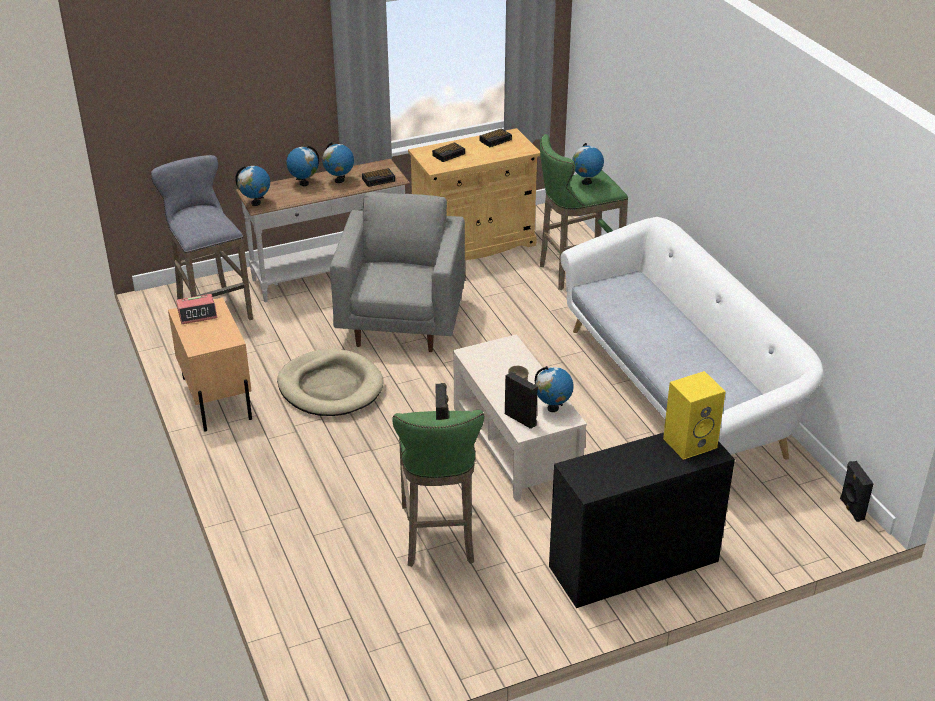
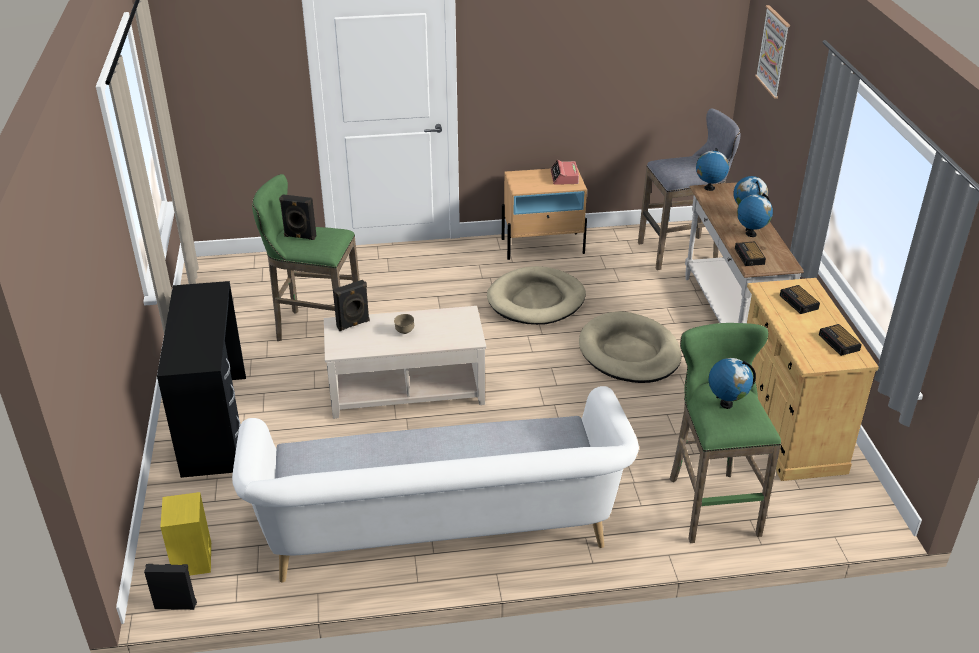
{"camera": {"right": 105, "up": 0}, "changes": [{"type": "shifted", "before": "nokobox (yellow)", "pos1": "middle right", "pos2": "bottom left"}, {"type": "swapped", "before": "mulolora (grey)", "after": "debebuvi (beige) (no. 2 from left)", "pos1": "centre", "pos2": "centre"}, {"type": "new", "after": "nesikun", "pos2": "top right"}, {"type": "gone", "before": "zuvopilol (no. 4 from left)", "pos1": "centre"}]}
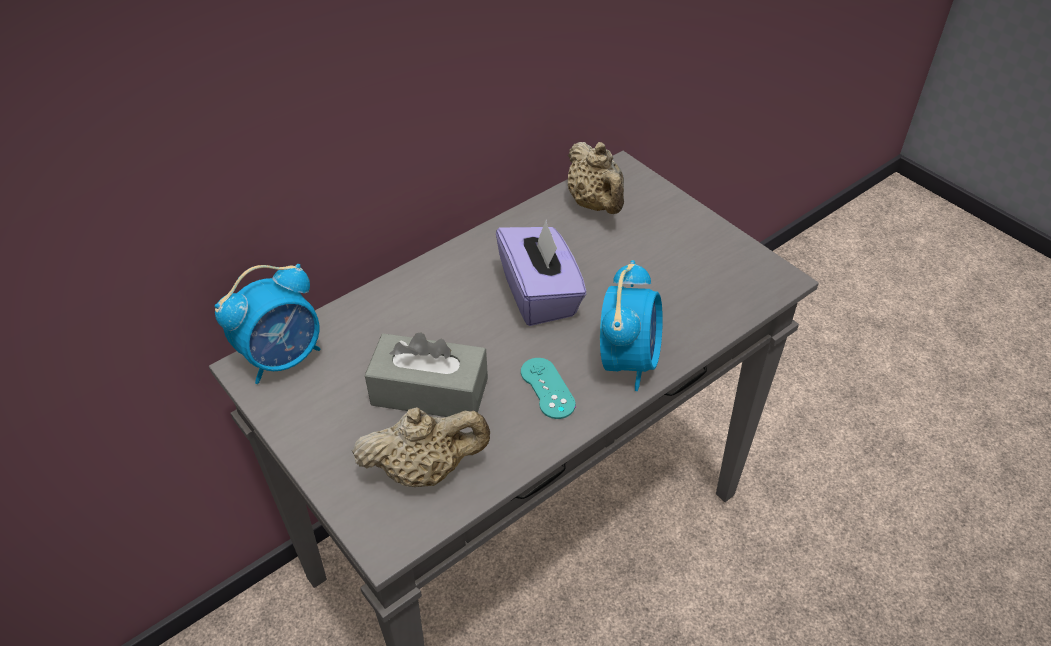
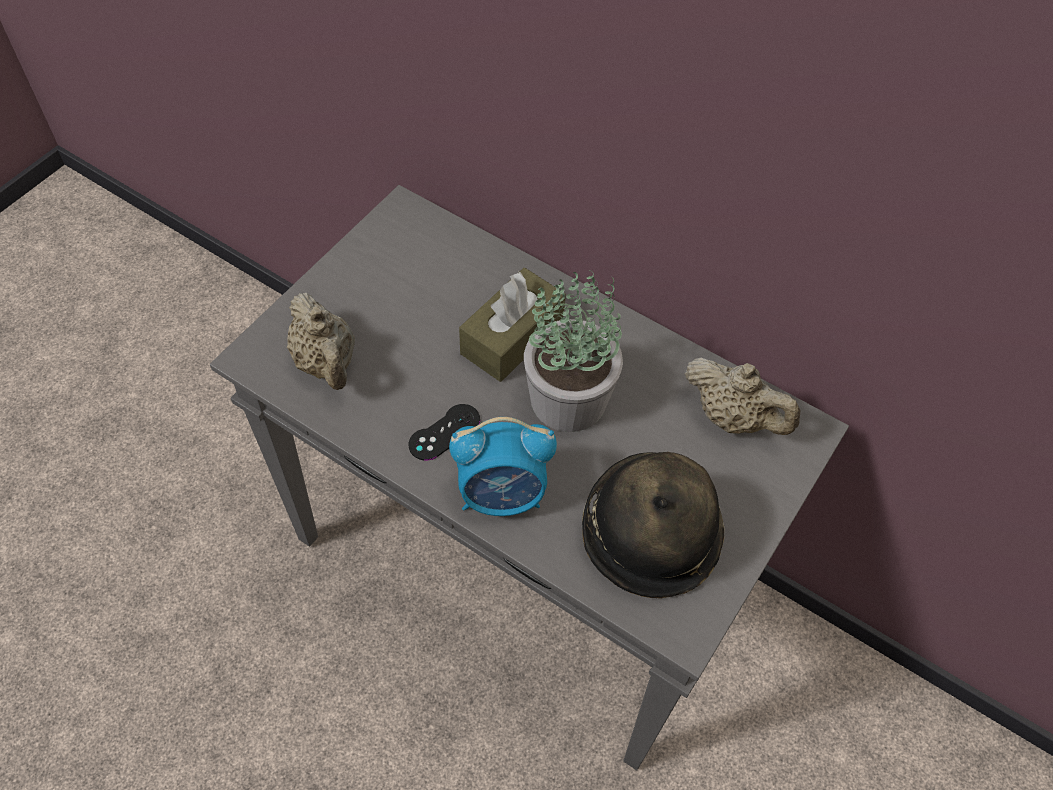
{"camera": {"right": 70, "up": 10}, "changes": [{"type": "repainted", "before": "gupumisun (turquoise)", "after": "gupumisun (black)", "pos1": "centre", "pos2": "centre"}, {"type": "new", "after": "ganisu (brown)", "pos2": "centre"}, {"type": "swapped", "before": "ganisu (purple)", "after": "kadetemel", "pos1": "centre", "pos2": "centre"}, {"type": "new", "after": "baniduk", "pos2": "centre"}, {"type": "rotated", "before": "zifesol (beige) (no. 2 from left)", "pos1": "top centre", "pos2": "middle right", "turn": -105}, {"type": "gone", "before": "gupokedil (no. 1 from left)", "pos1": "middle left"}, {"type": "gone", "before": "ganisu (grey)", "pos1": "centre"}]}
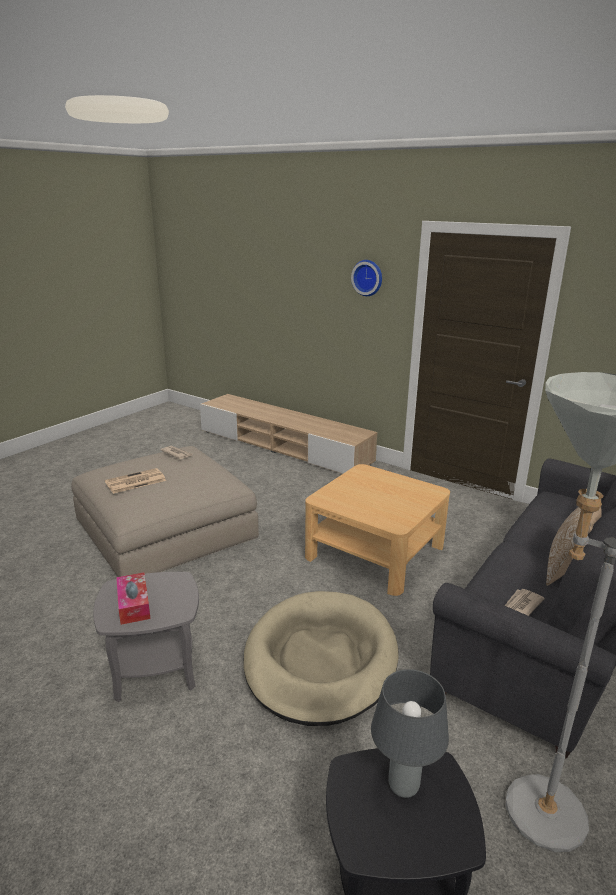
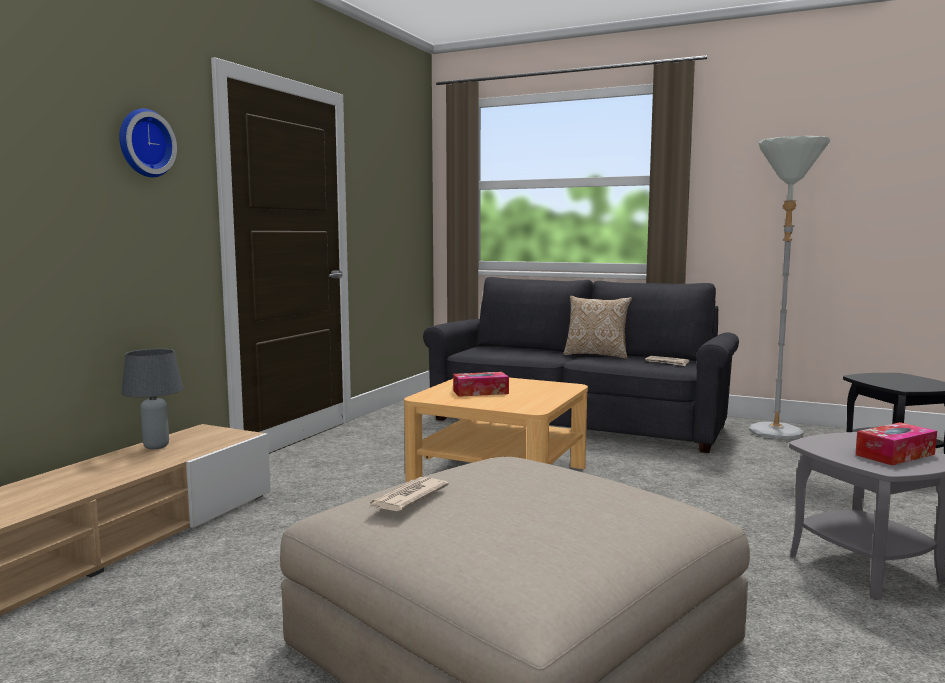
{"camera": {"right": -100, "up": -15}, "changes": [{"type": "shifted", "before": "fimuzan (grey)", "pos1": "bottom centre", "pos2": "middle left"}, {"type": "new", "after": "ganisu (no. 1 from left)", "pos2": "centre"}, {"type": "gone", "before": "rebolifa (no. 1 from left)", "pos1": "middle left"}, {"type": "gone", "before": "debebuvi (beige)", "pos1": "bottom centre"}]}
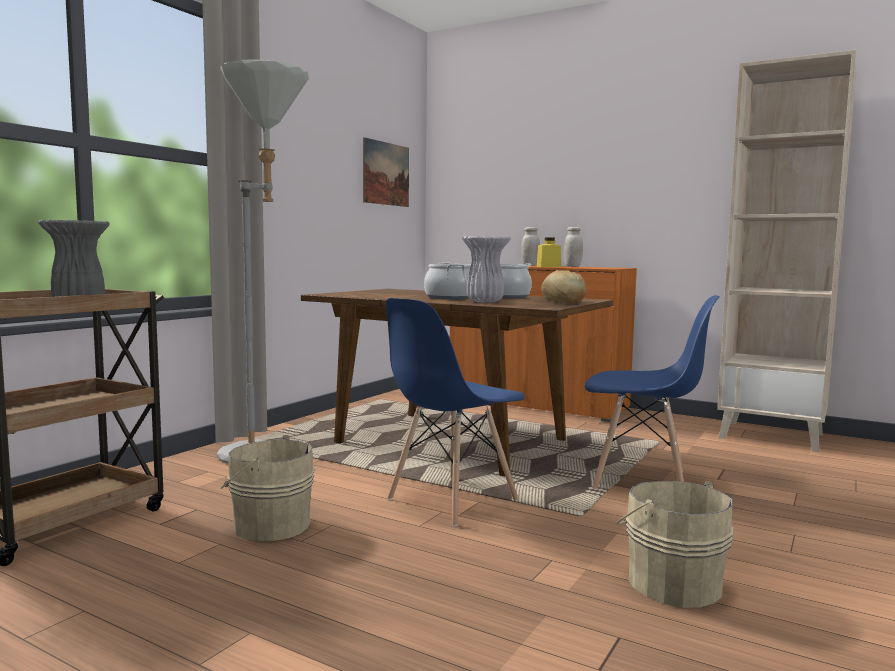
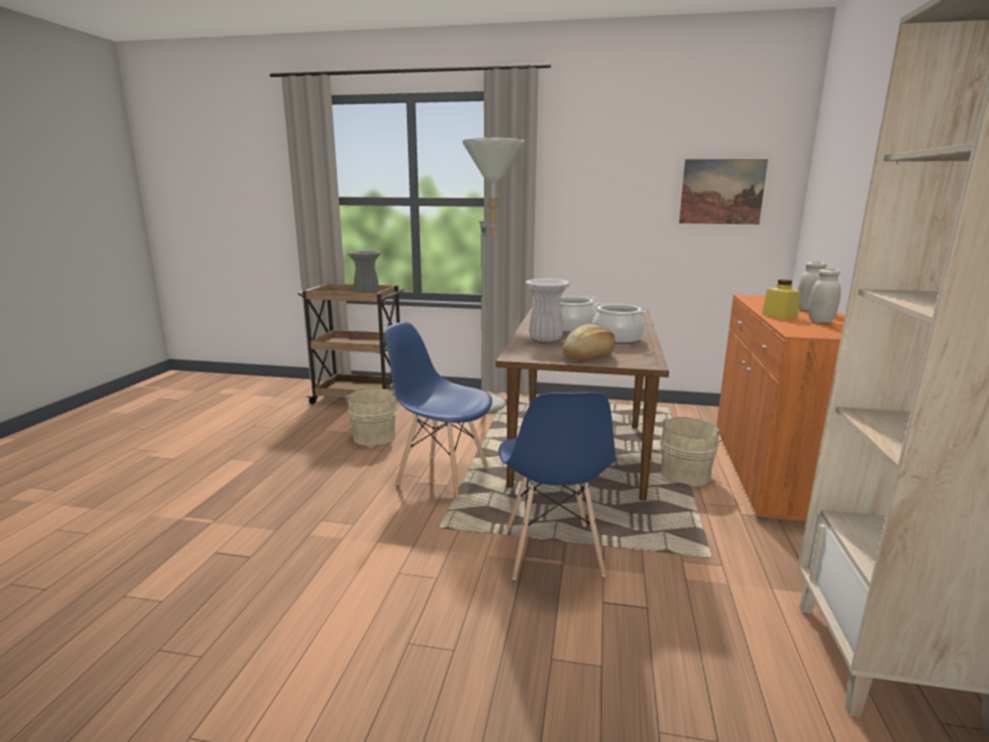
{"camera": {"right": 70, "up": 10}, "changes": [{"type": "shifted", "before": "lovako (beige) (no. 2 from left)", "pos1": "bottom right", "pos2": "middle right"}]}
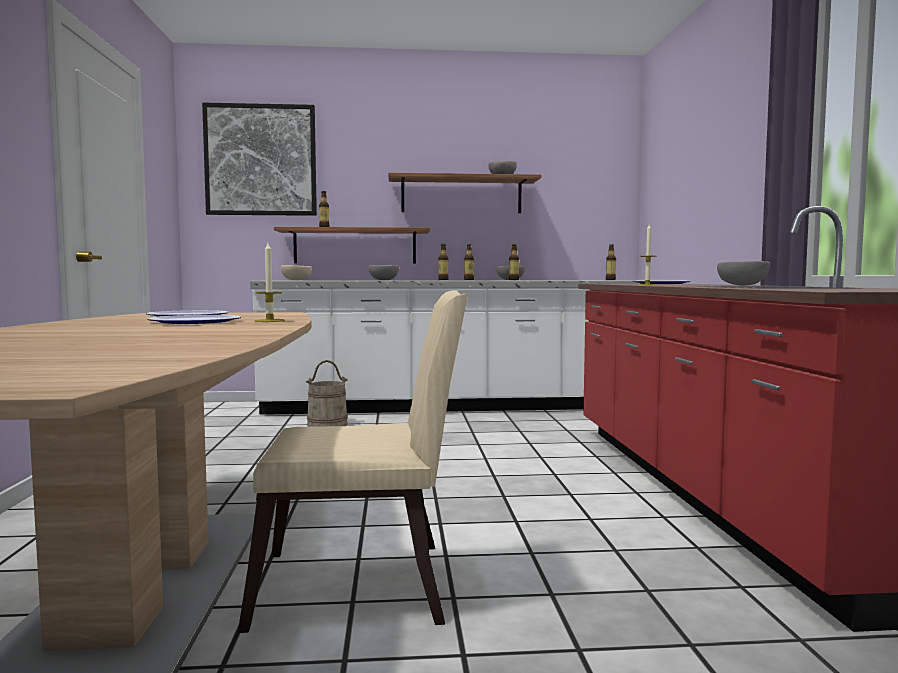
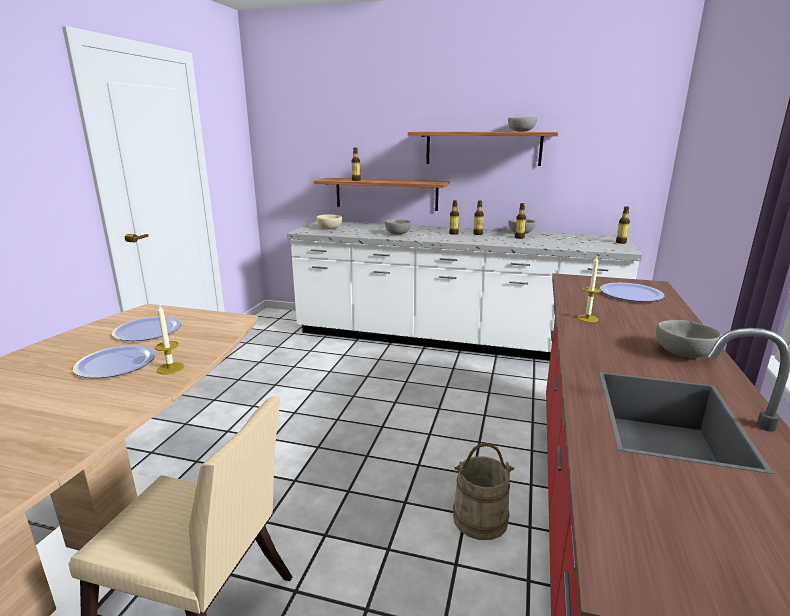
{"camera": {"right": 20, "up": 15}, "changes": [{"type": "shifted", "before": "lovako (beige)", "pos1": "centre", "pos2": "bottom centre"}, {"type": "gone", "before": "nesikun", "pos1": "top left"}]}
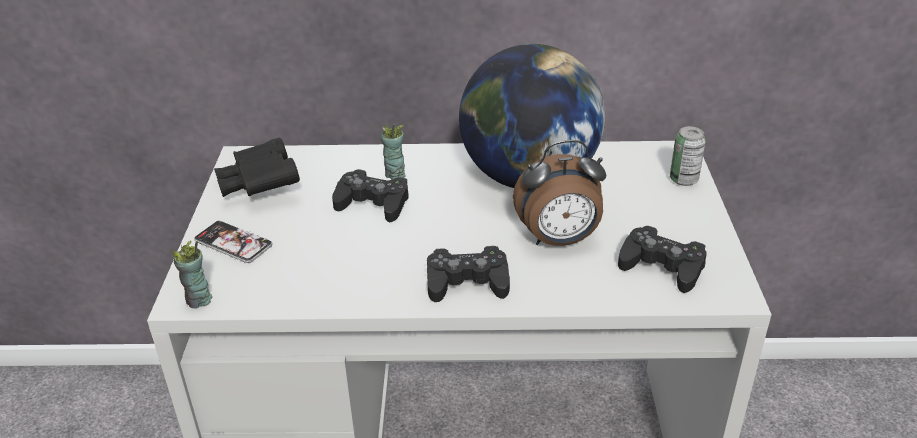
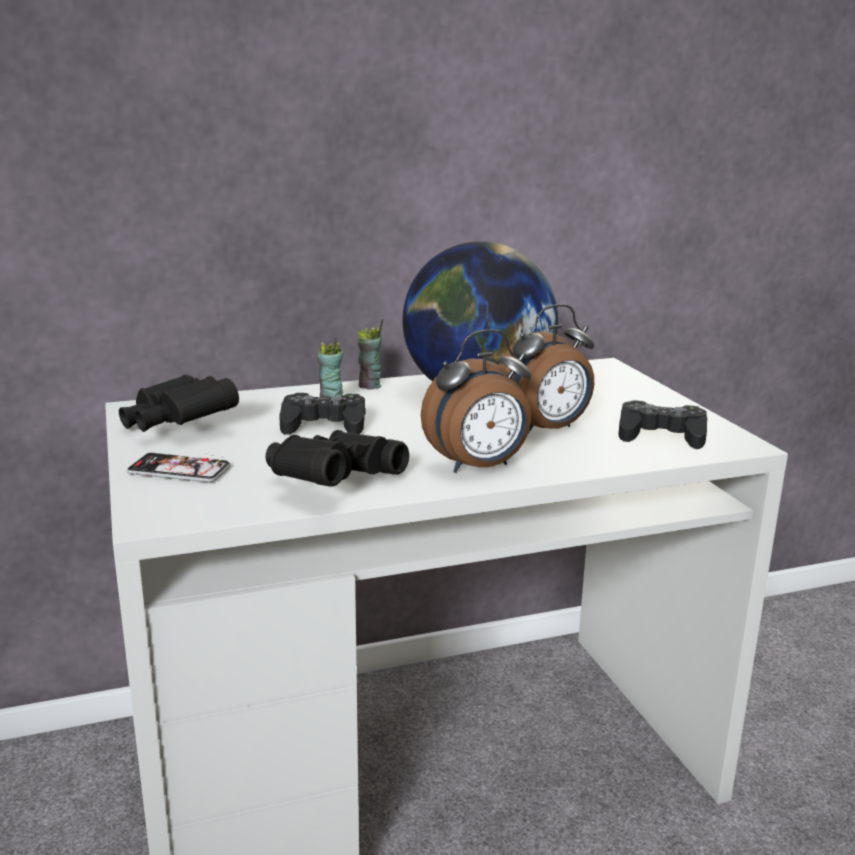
{"camera": {"right": -20, "up": -15}, "changes": [{"type": "new", "after": "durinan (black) (no. 2 from left)", "pos2": "centre"}, {"type": "shifted", "before": "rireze (no. 1 from left in the first image)", "after": "rireze (no. 2 from left)", "pos1": "middle left", "pos2": "centre"}, {"type": "swapped", "before": "gupumisun (black) (no. 2 from left)", "after": "gupokedil (no. 1 from left)", "pos1": "centre", "pos2": "centre"}, {"type": "gone", "before": "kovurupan", "pos1": "middle right"}]}
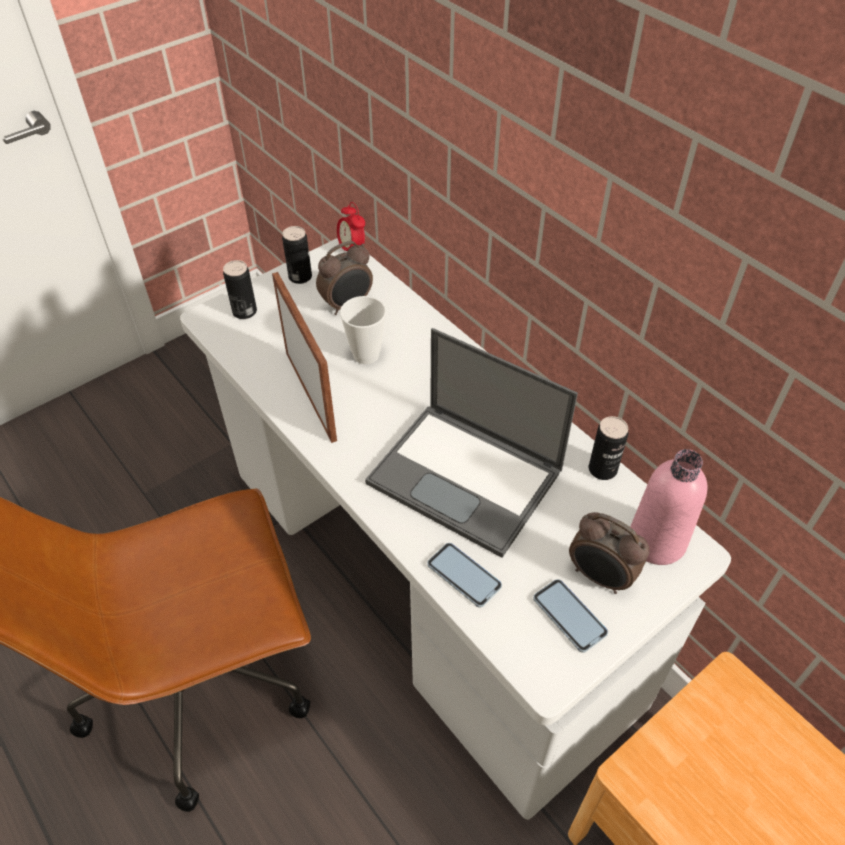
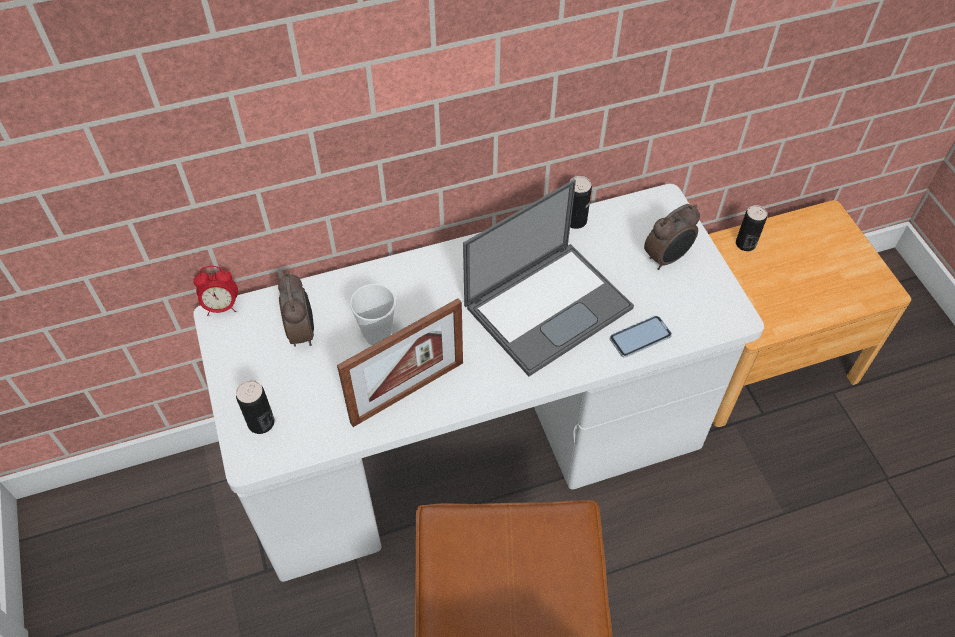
{"camera": {"right": -70, "up": 5}, "changes": [{"type": "rotated", "before": "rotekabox", "pos1": "centre", "pos2": "centre", "turn": 150}, {"type": "shifted", "before": "kovurupan (no. 2 from left in the first image)", "after": "kovurupan (no. 3 from left)", "pos1": "top centre", "pos2": "middle right"}, {"type": "gone", "before": "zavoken (no. 2 from left)", "pos1": "bottom right"}, {"type": "gone", "before": "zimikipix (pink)", "pos1": "middle right"}]}
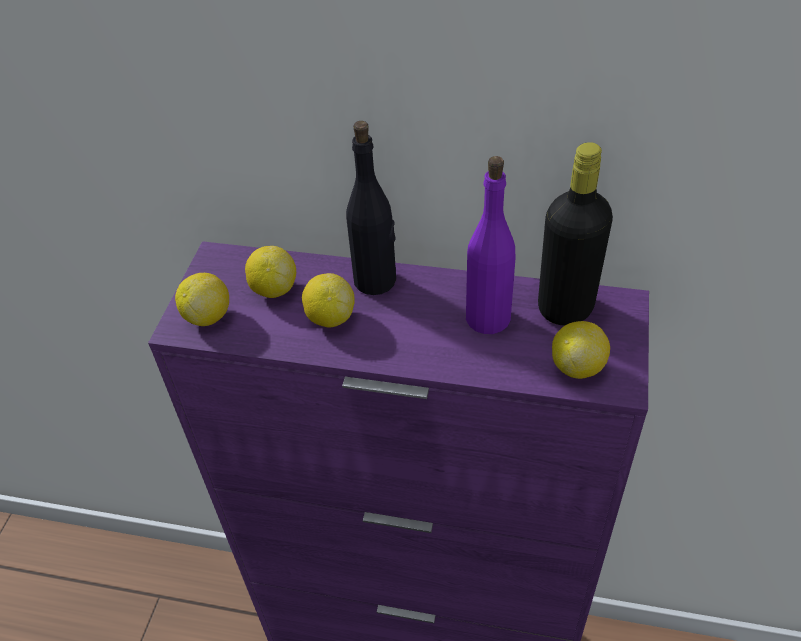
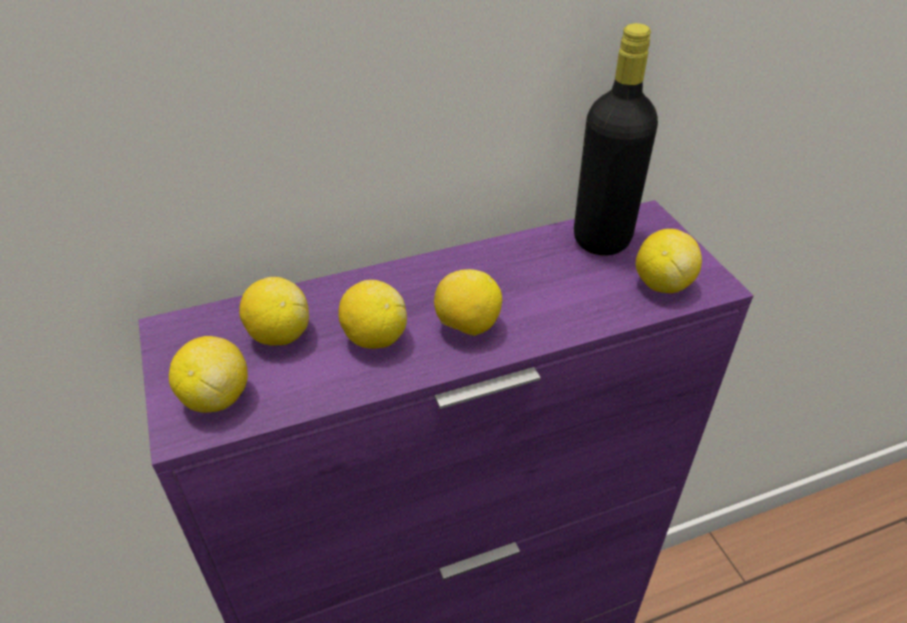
{"camera": {"right": -35, "up": -5}, "changes": [{"type": "new", "after": "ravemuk (no. 4 from left)", "pos2": "centre"}, {"type": "gone", "before": "zimikipix (black) (no. 1 from left)", "pos1": "top centre"}, {"type": "gone", "before": "zimikipix (purple)", "pos1": "centre"}]}
